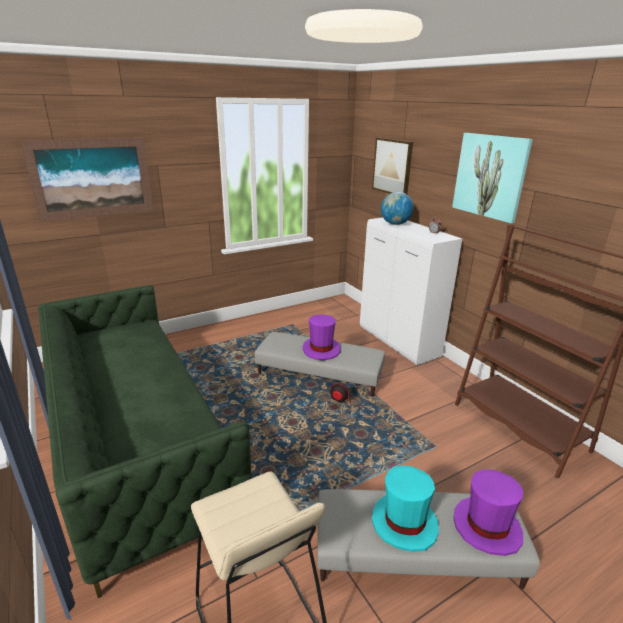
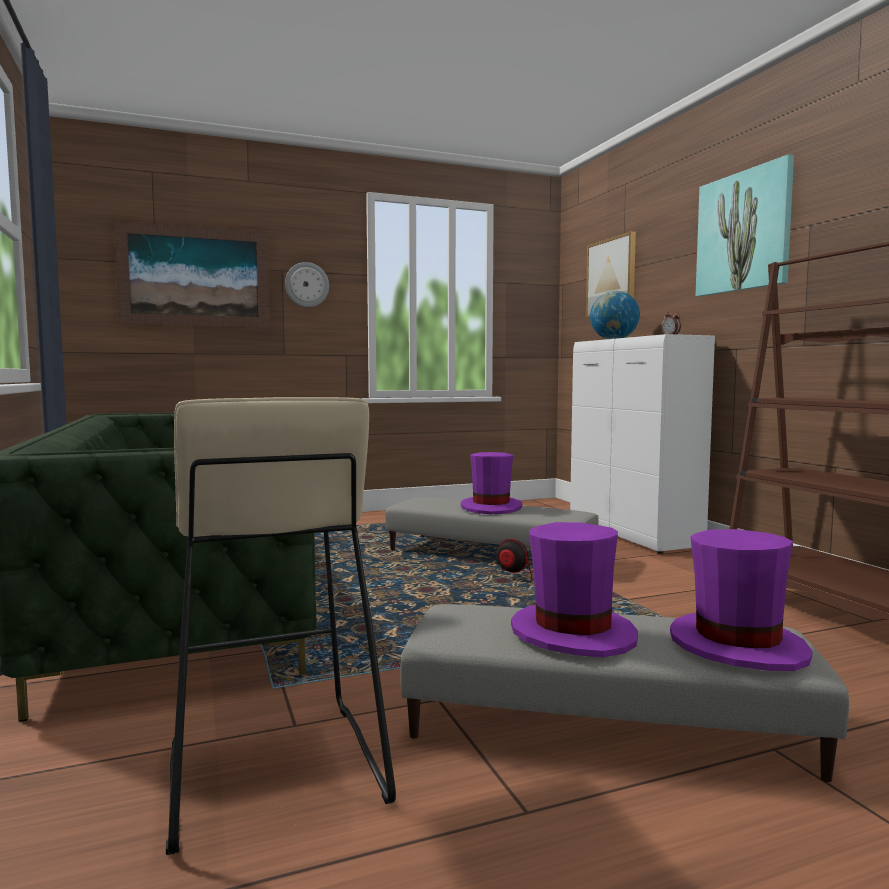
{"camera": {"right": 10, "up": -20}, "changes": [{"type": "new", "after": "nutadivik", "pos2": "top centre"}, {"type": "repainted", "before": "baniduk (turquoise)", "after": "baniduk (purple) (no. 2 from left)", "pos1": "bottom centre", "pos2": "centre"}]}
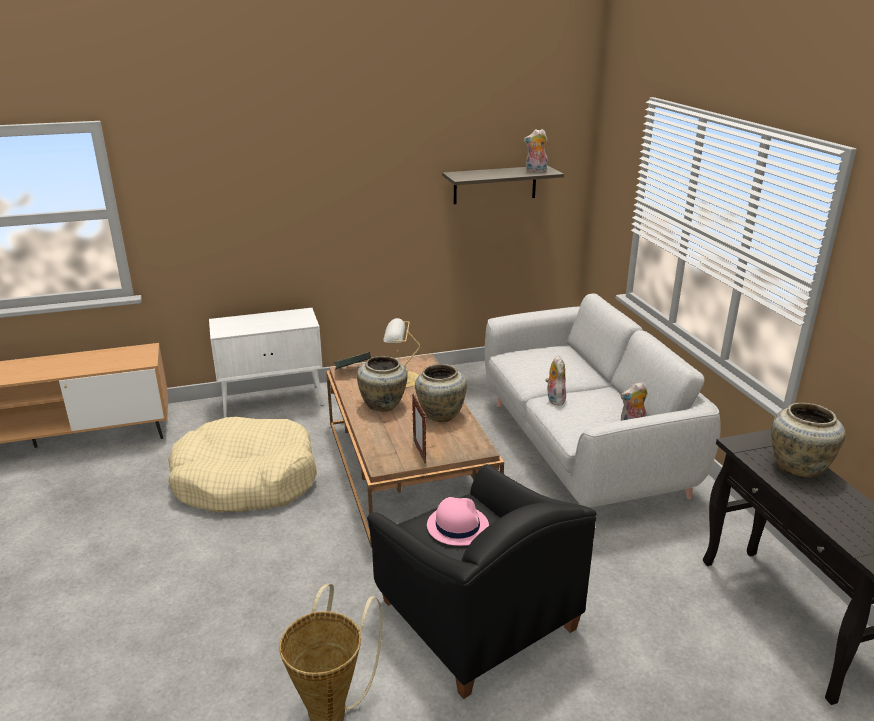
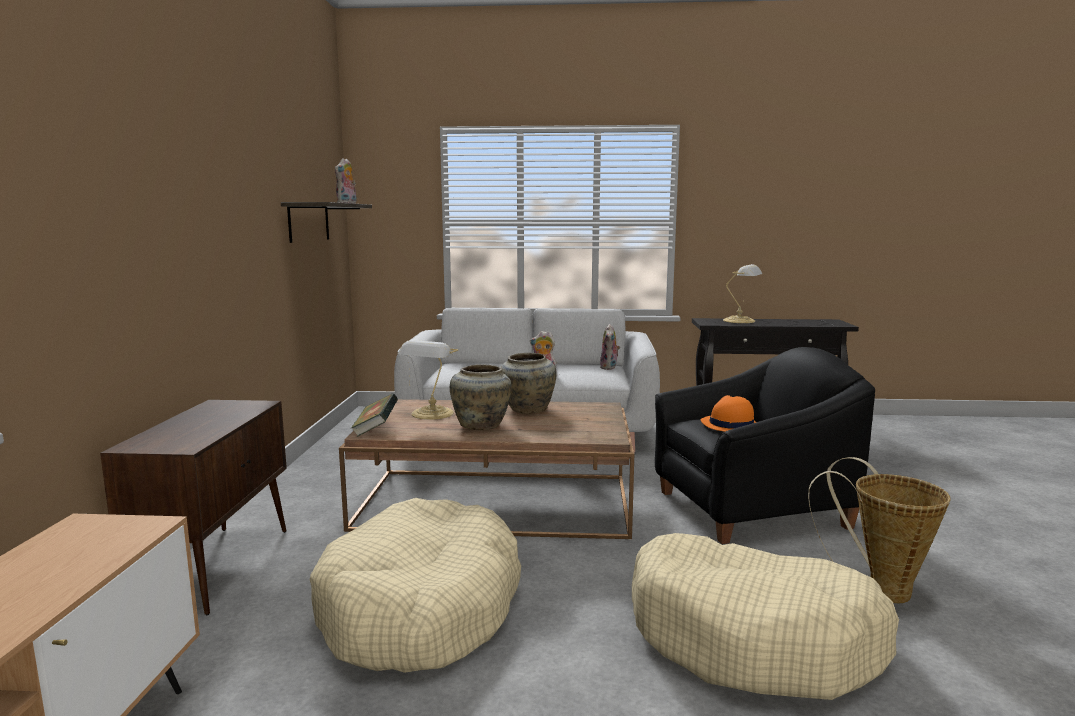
{"camera": {"right": -70, "up": -15}, "changes": [{"type": "repainted", "before": "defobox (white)", "after": "defobox (brown)", "pos1": "middle left", "pos2": "bottom left"}, {"type": "new", "after": "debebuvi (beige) (no. 2 from left)", "pos2": "bottom right"}, {"type": "repainted", "before": "baniduk (pink)", "after": "baniduk (orange)", "pos1": "bottom centre", "pos2": "middle right"}, {"type": "swapped", "before": "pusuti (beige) (no. 3 from left)", "after": "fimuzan (no. 2 from left)", "pos1": "middle right", "pos2": "middle right"}, {"type": "gone", "before": "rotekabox", "pos1": "centre"}]}
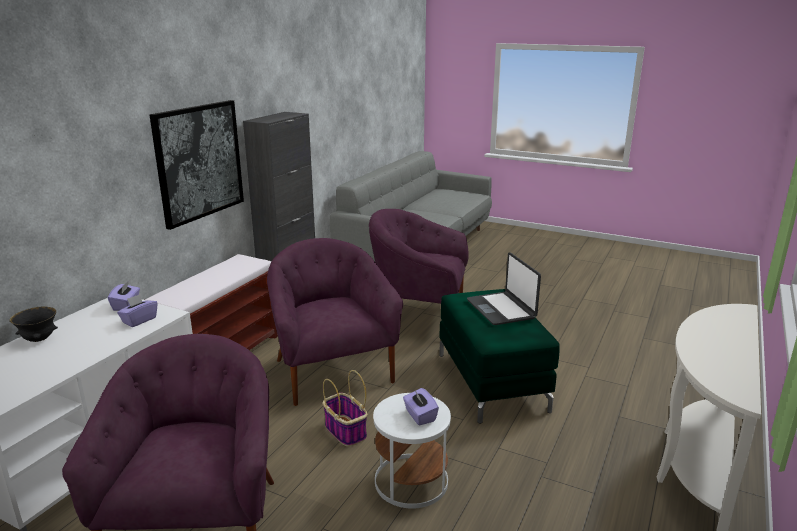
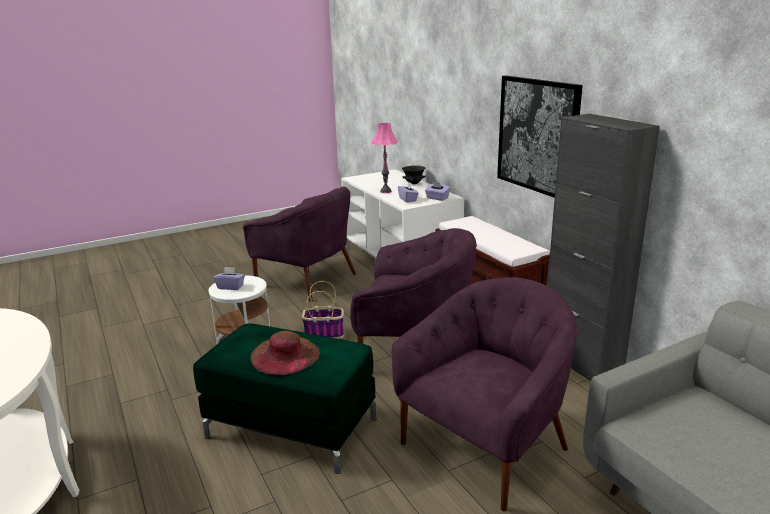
{"camera": {"right": 125, "up": 0}, "changes": [{"type": "swapped", "before": "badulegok", "after": "baniduk (brown)", "pos1": "centre", "pos2": "bottom centre"}, {"type": "new", "after": "fimuzan (pink)", "pos2": "top centre"}]}
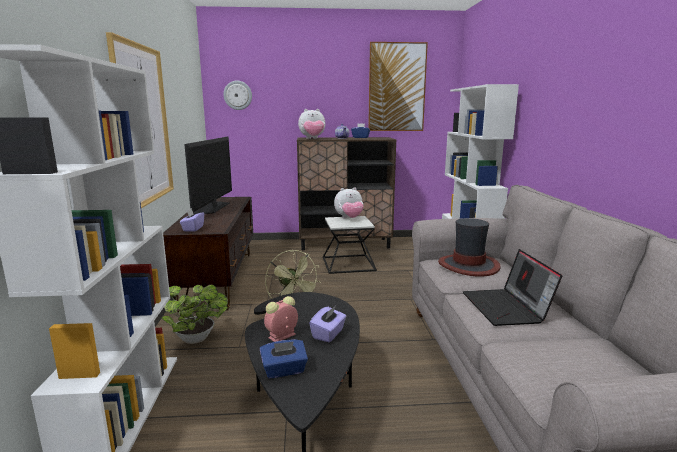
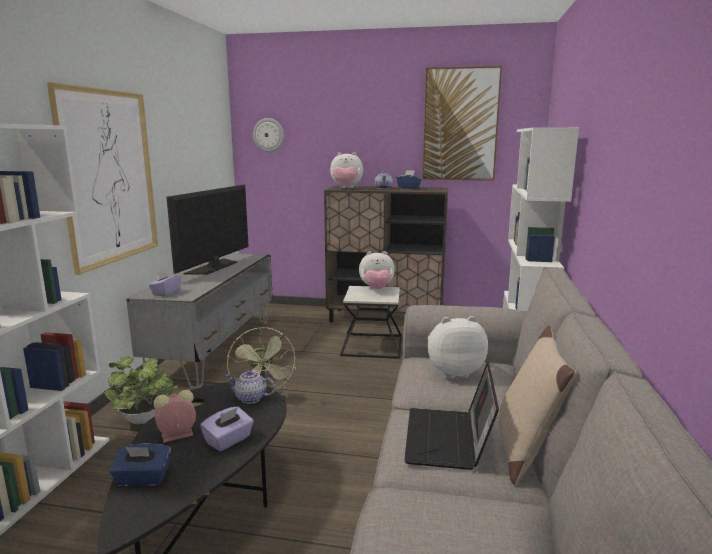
{"camera": {"right": 15, "up": 0}, "changes": [{"type": "repainted", "before": "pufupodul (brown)", "after": "pufupodul (grey)", "pos1": "middle left", "pos2": "middle left"}, {"type": "new", "after": "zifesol (no. 1 from left)", "pos2": "bottom centre"}, {"type": "swapped", "before": "baniduk", "after": "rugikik (no. 3 from left)", "pos1": "middle right", "pos2": "centre"}, {"type": "new", "after": "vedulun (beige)", "pos2": "bottom right"}]}
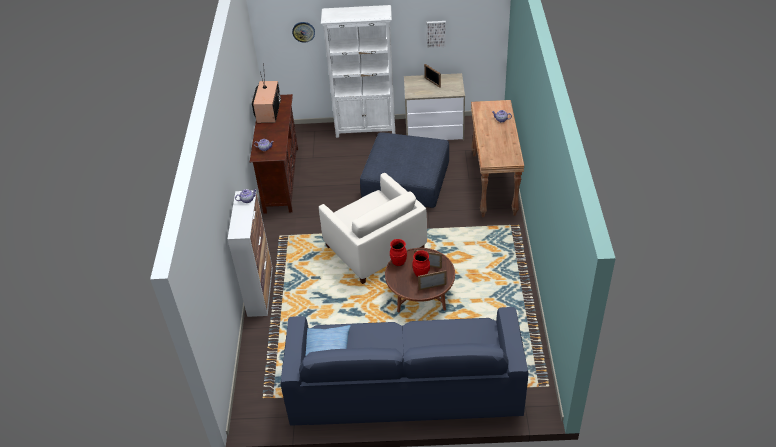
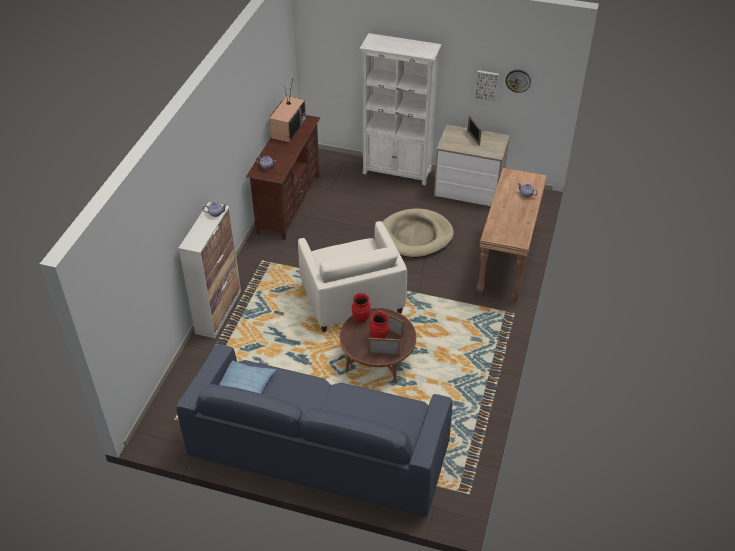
{"camera": {"right": 15, "up": 0}, "changes": [{"type": "swapped", "before": "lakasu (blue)", "after": "debebuvi (beige)", "pos1": "centre", "pos2": "centre"}, {"type": "shifted", "before": "nutadivik", "pos1": "top centre", "pos2": "top right"}]}
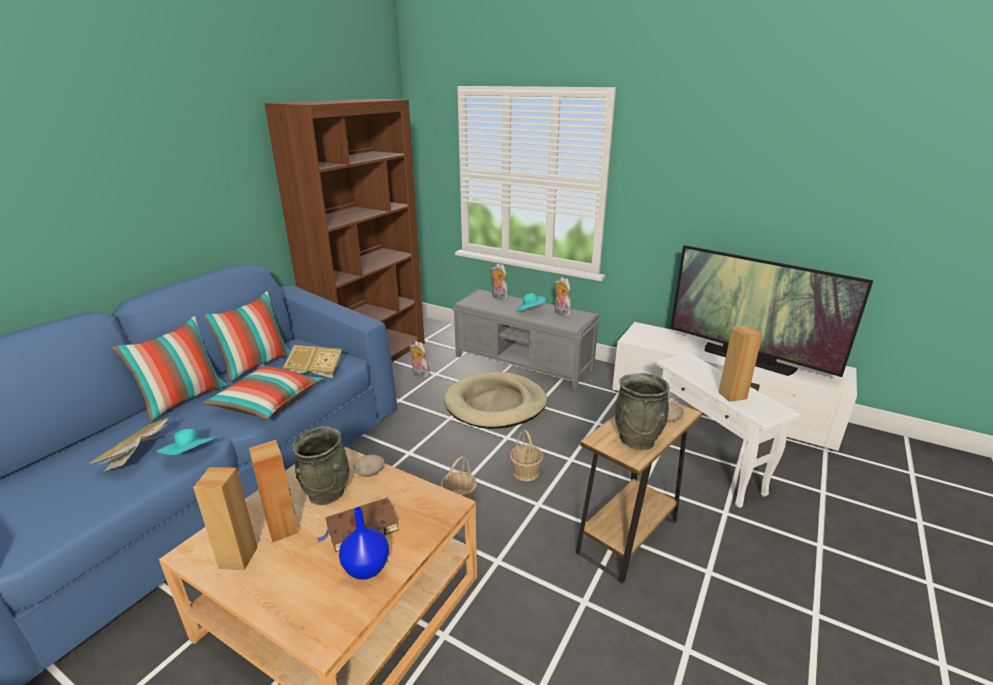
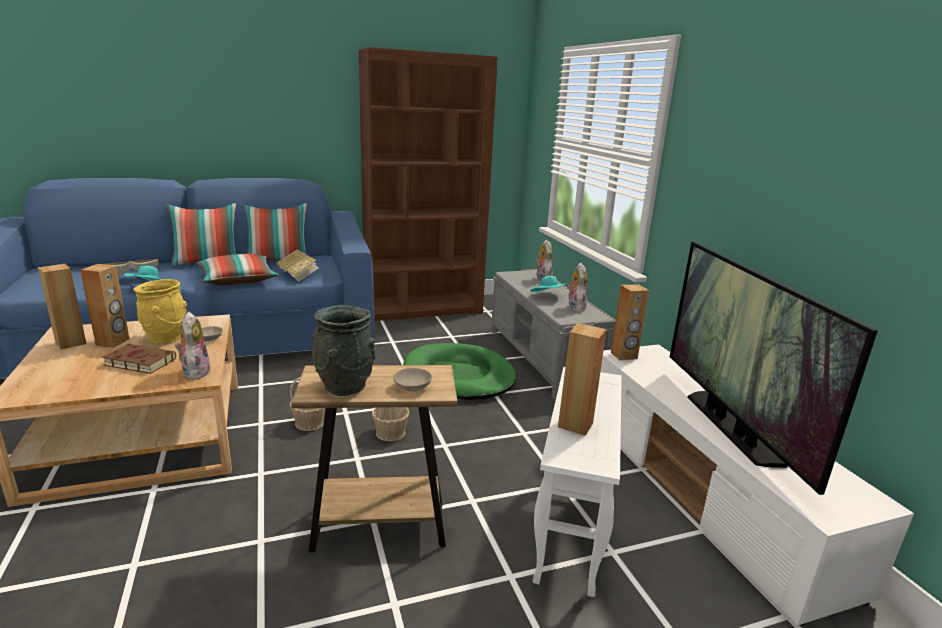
{"camera": {"right": 40, "up": -5}, "changes": [{"type": "repainted", "before": "pusuti (grey) (no. 1 from left)", "after": "pusuti (yellow)", "pos1": "bottom left", "pos2": "middle left"}, {"type": "shifted", "before": "rugikik (no. 1 from left)", "pos1": "centre", "pos2": "middle left"}, {"type": "repainted", "before": "debebuvi (beige)", "after": "debebuvi (green)", "pos1": "centre", "pos2": "centre"}, {"type": "new", "after": "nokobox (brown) (no. 4 from left)", "pos2": "middle right"}, {"type": "gone", "before": "pusuti (blue)", "pos1": "bottom centre"}]}
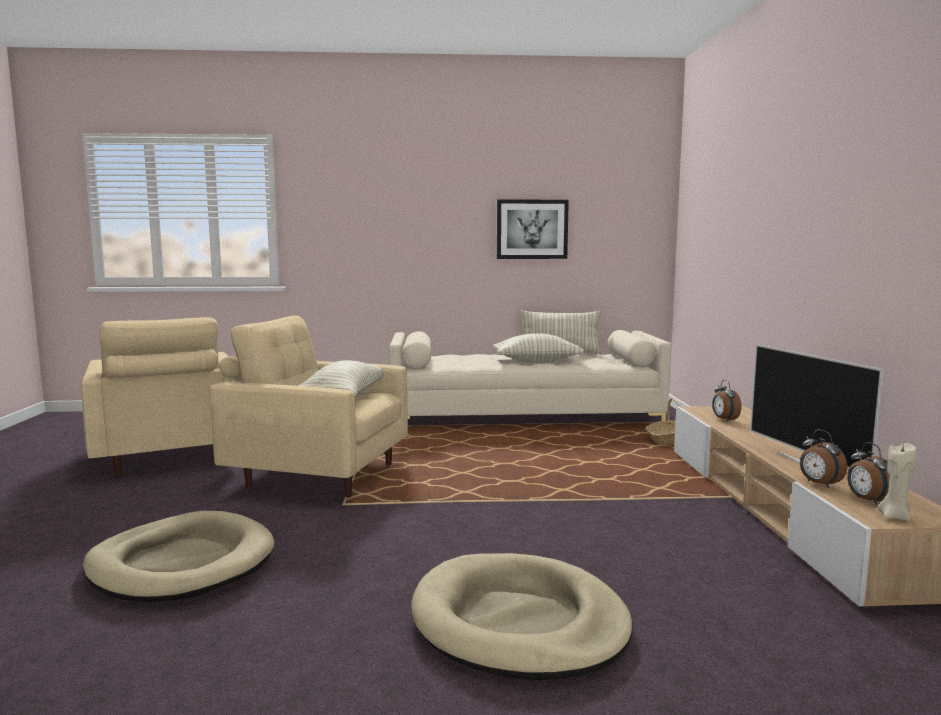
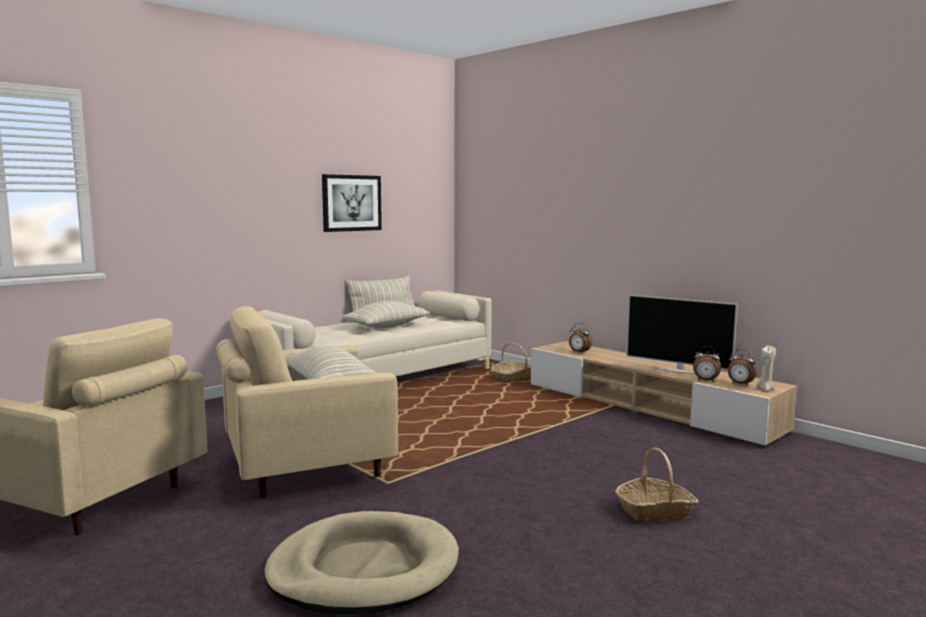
{"camera": {"right": -40, "up": 0}, "changes": [{"type": "swapped", "before": "debebuvi (beige) (no. 2 from left)", "after": "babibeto (no. 2 from left)", "pos1": "bottom centre", "pos2": "bottom right"}]}
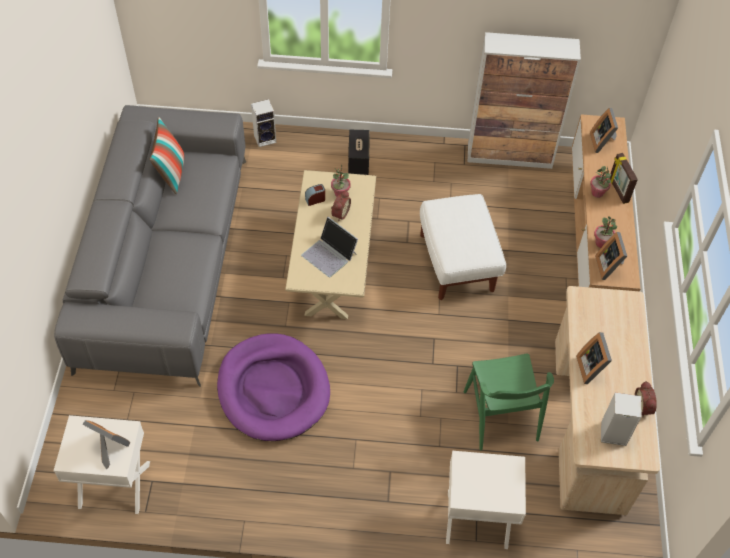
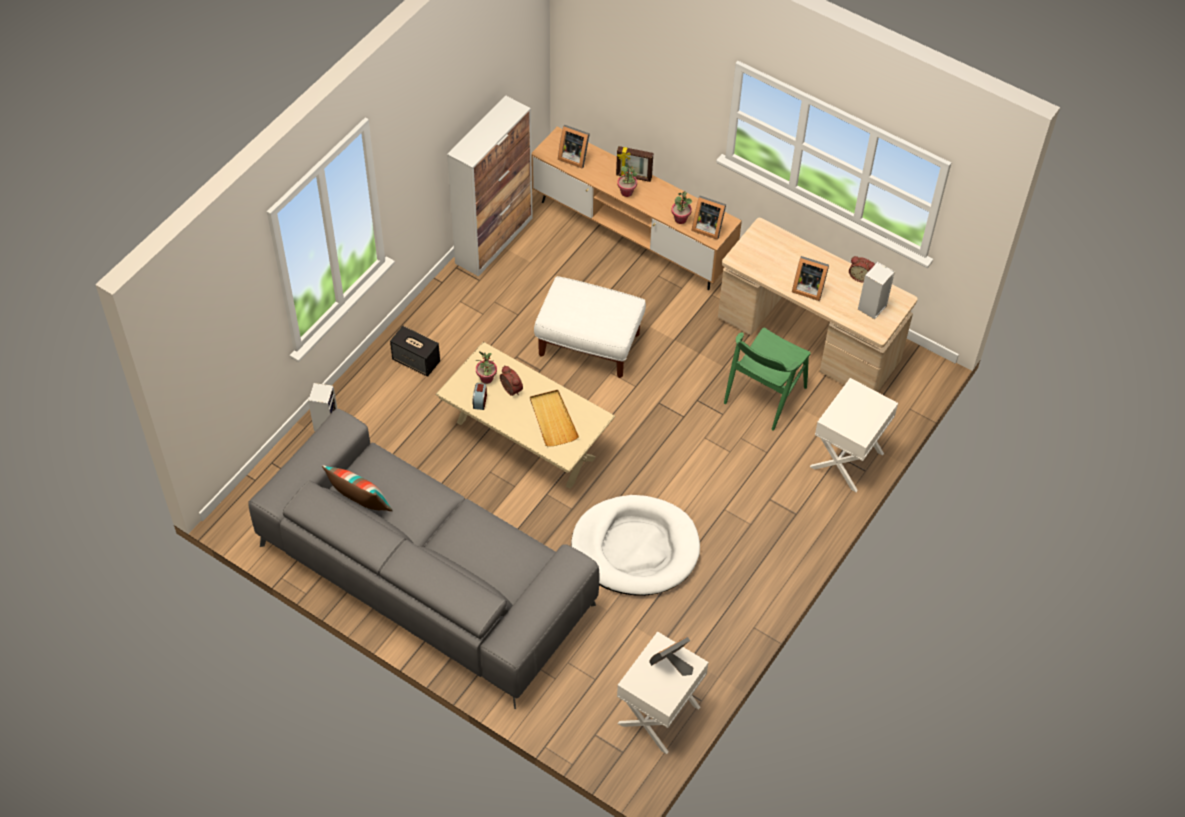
{"camera": {"right": -60, "up": 0}, "changes": [{"type": "swapped", "before": "badulegok", "after": "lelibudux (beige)", "pos1": "centre", "pos2": "centre"}, {"type": "repainted", "before": "debebuvi (purple)", "after": "debebuvi (white)", "pos1": "bottom centre", "pos2": "bottom centre"}, {"type": "rotated", "before": "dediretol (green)", "pos1": "bottom right", "pos2": "centre", "turn": 105}]}
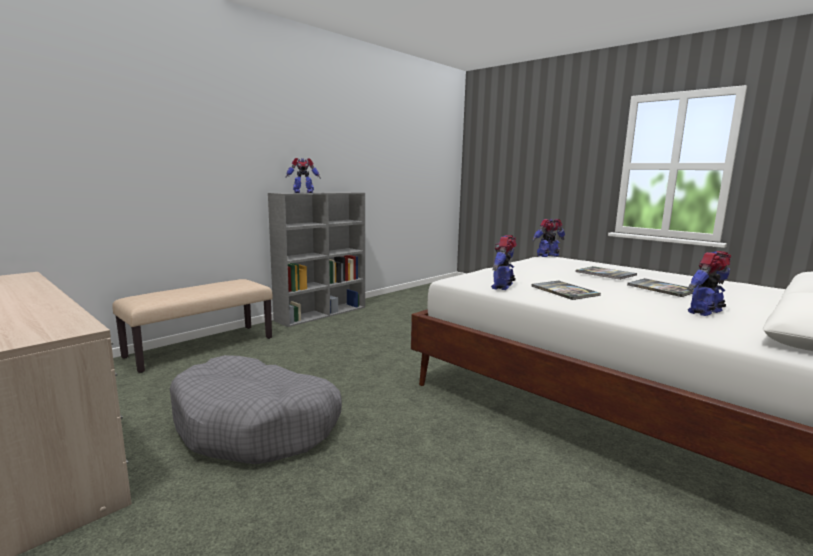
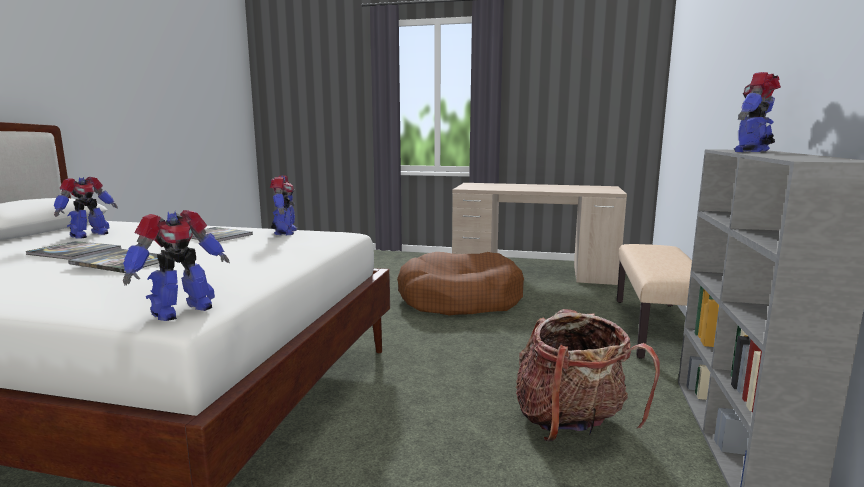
{"camera": {"right": 150, "up": 0}, "changes": [{"type": "repainted", "before": "debebuvi (grey)", "after": "debebuvi (brown)", "pos1": "bottom left", "pos2": "centre"}, {"type": "new", "after": "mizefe", "pos2": "bottom right"}]}
